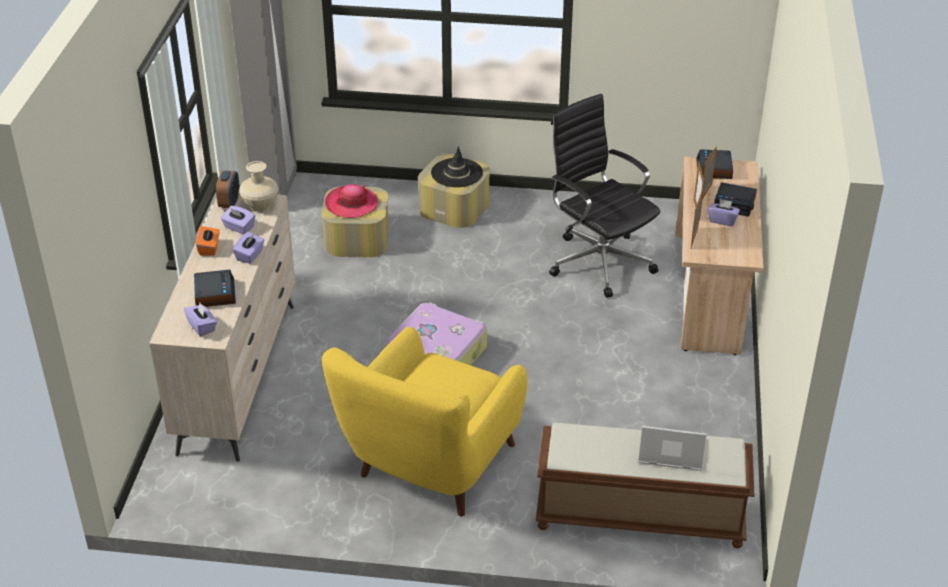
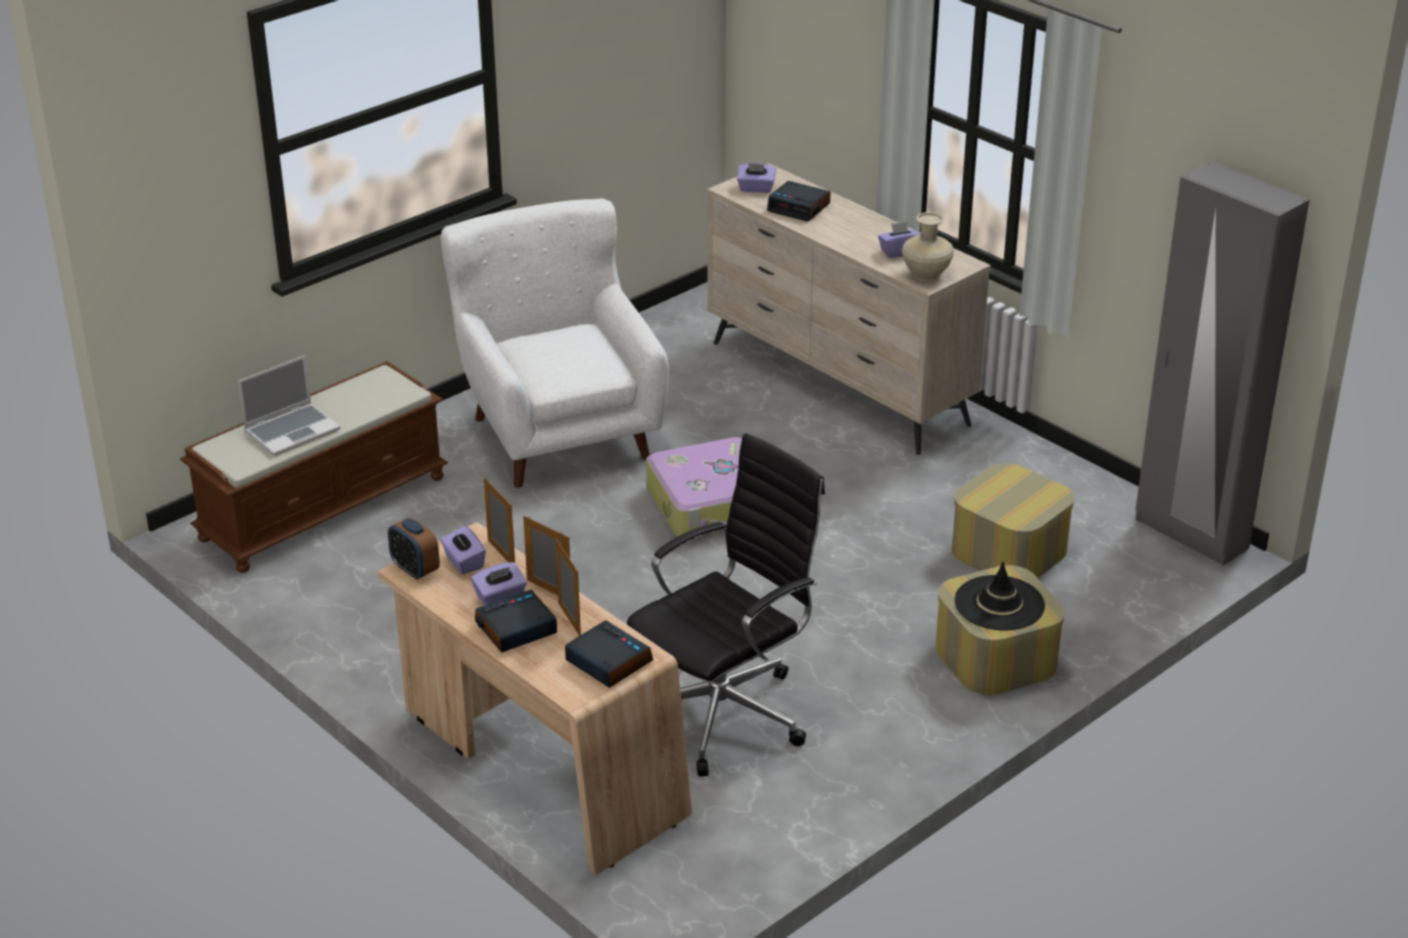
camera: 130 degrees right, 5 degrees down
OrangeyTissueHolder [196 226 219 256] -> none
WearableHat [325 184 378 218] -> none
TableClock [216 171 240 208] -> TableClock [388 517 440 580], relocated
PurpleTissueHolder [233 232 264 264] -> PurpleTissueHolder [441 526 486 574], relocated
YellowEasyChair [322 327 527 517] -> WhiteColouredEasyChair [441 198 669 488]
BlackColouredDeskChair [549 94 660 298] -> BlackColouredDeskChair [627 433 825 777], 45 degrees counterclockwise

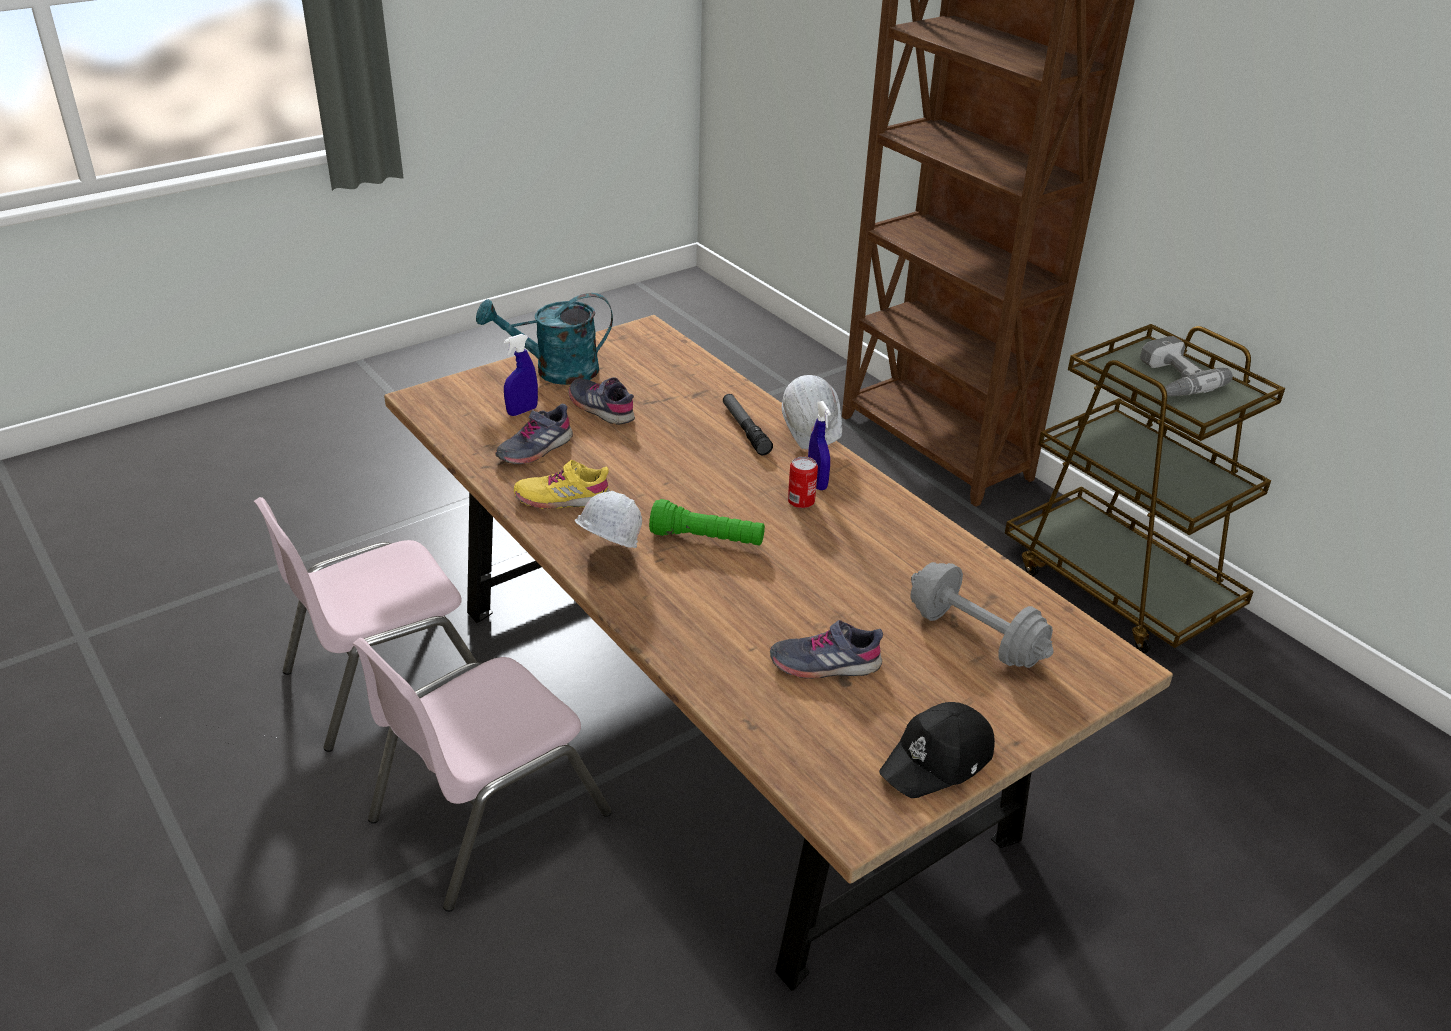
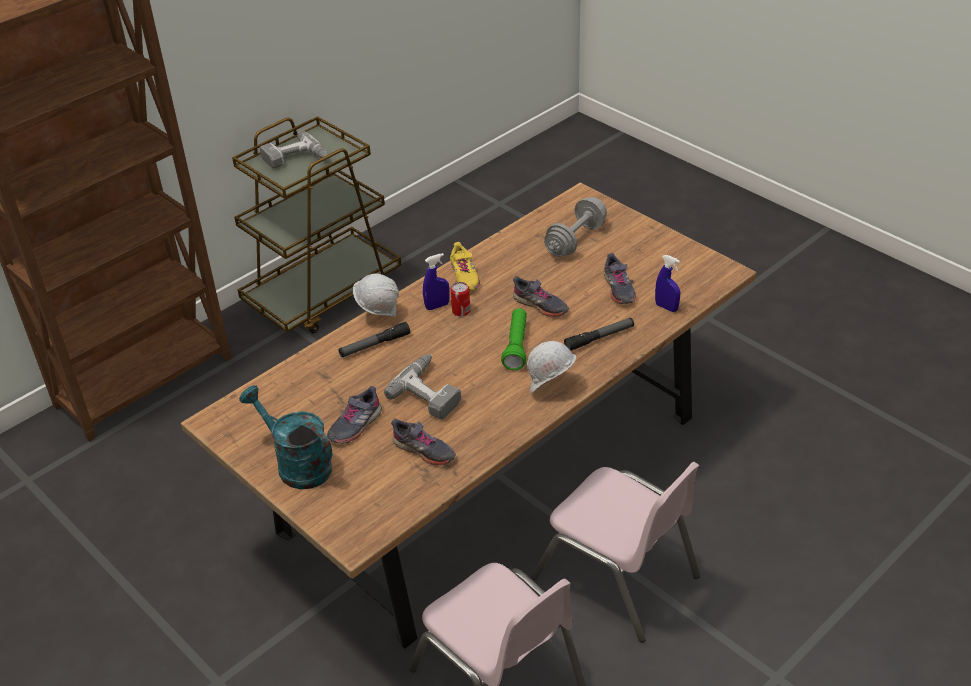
camera: 95 degrees left, 5 degrees up
BlackColouredCap [879 702 995 798] -> none
none -> ElectricDrill [384 354 461 420]
none -> GreyShoe [513 276 569 317]
none -> Flashlight [564 318 634 351]
BluishHandSprayer [504 334 538 416] -> BluishHandSprayer [655 255 680 312], relocated
YellowShoe [514 460 610 509] -> YellowShoe [450 242 480 291], relocated
BlueGreenWateringPot [476 293 613 385] -> BlueGreenWateringPot [239 385 332 489], 150 degrees clockwise

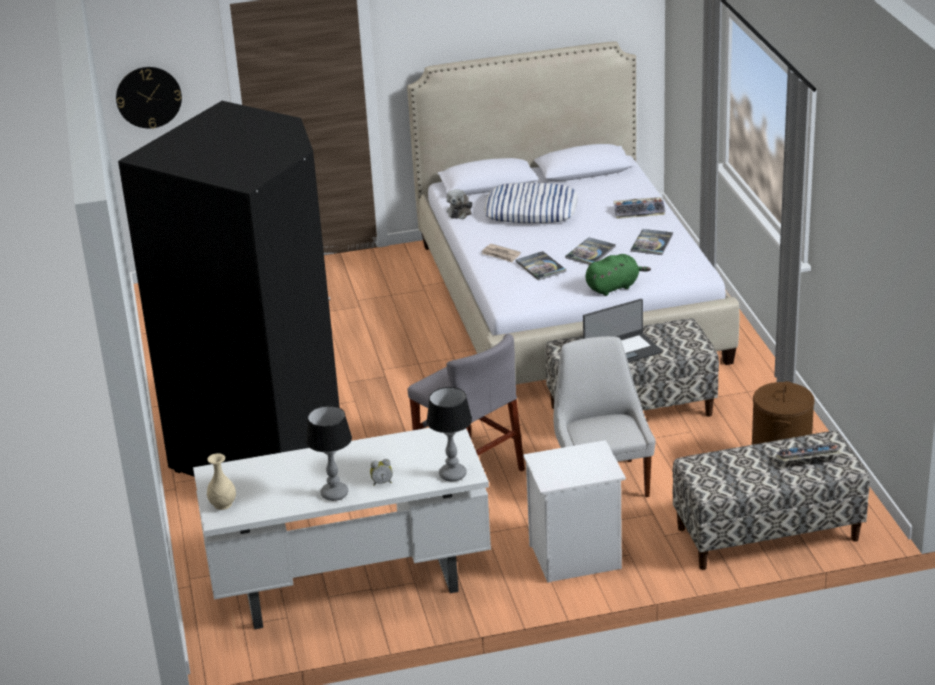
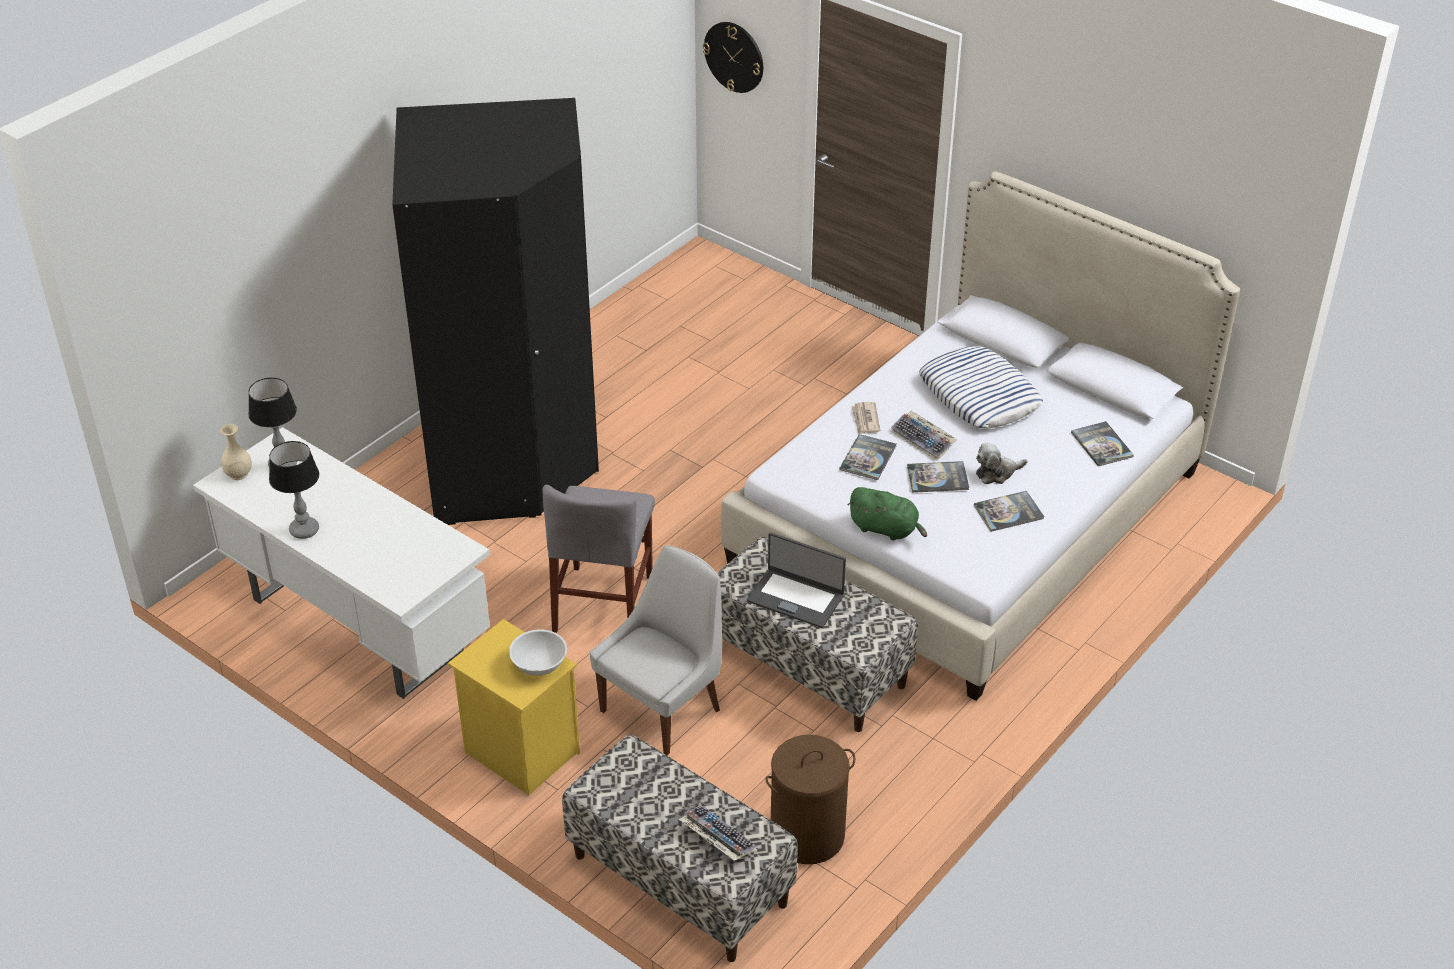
camera: 50 degrees right, 10 degrees up
TableClock [370 459 393 486] -> none
none -> WhiteColouredServingBowl [509 629 567 676]
none -> Volume [1071 421 1134 466]
TabletopLamp [426 387 472 482] -> TabletopLamp [248 378 297 467], relocated
SoftToy [446 189 472 219] -> SoftToy [976 443 1028 484], relocated
Keyboard [614 197 666 219] -> Keyboard [891 411 957 461], relocated
WhiteColouredBedsideTable [523 440 626 583] -> YellowBedsideTable [448 619 580 795]

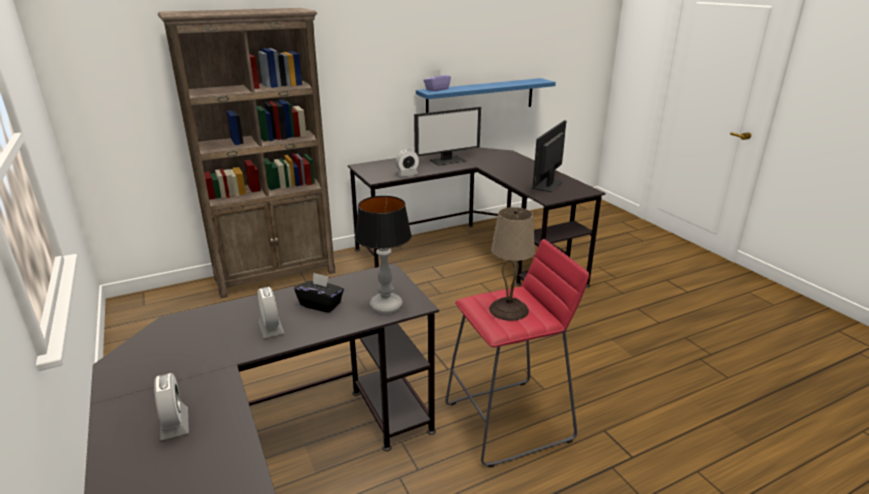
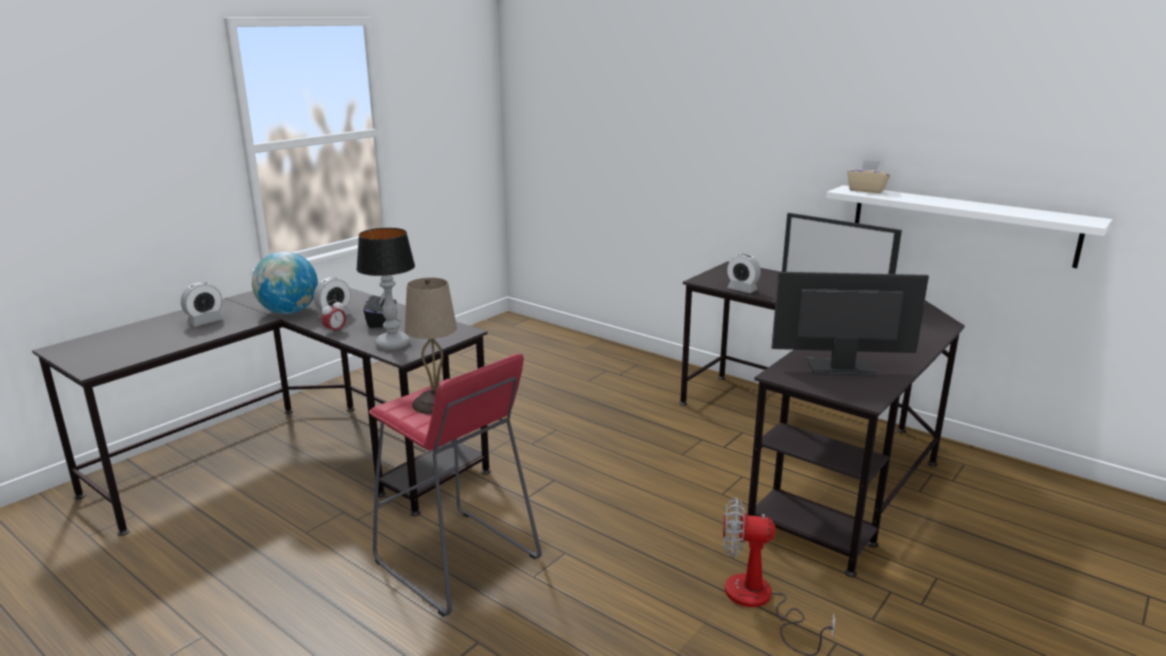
camera: 65 degrees right, 5 degrees down
BrownShelvingUnit [158 8 335 298] -> none
none -> Globe [252 252 318 314]
none -> TableClock [321 300 346 335]
none -> ElectricFan [723 498 835 656]
BluishBracketShelf [416 78 556 113] -> WhiteColouredBracketShelf [826 185 1113 268]
PurpleTissueHolder [423 69 451 91] -> BeigeColouredTissueHolder [847 160 890 193]

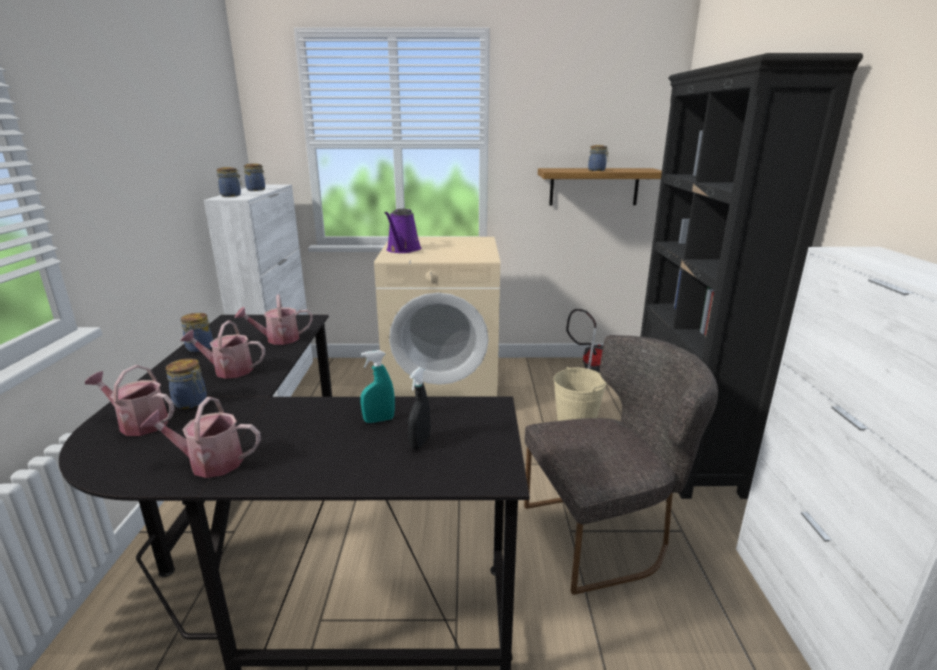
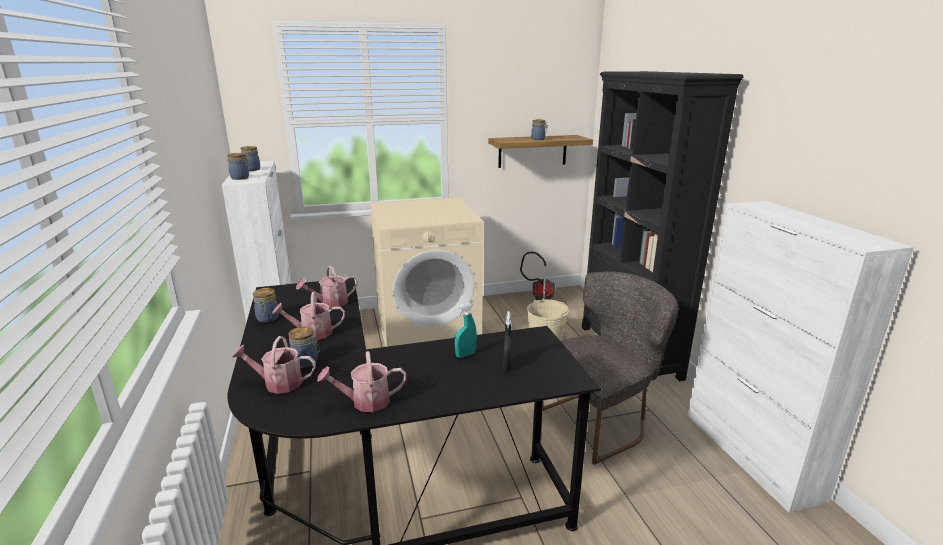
camera: 15 degrees left, 0 degrees up
PurpleWateringPot [384 209 421 253] -> none

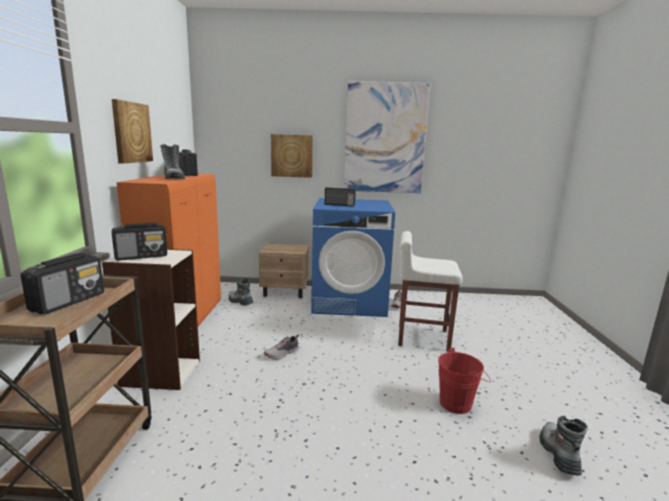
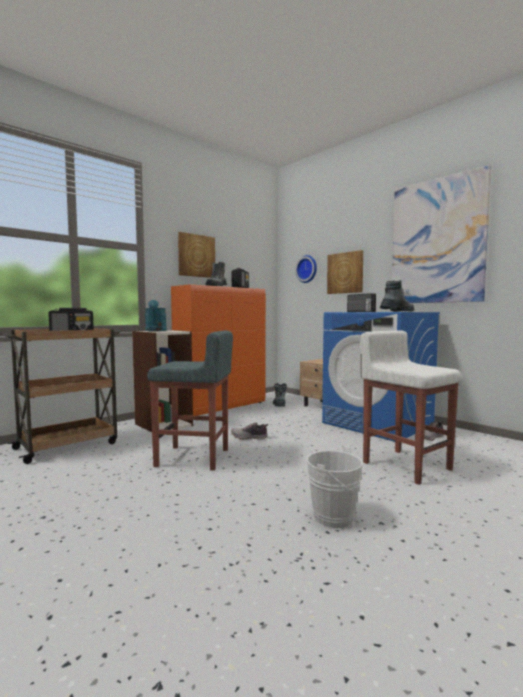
camera: 45 degrees right, 10 degrees down
none -> GreyStool [147 330 233 471]
none -> HangingClock [295 255 317 283]
HighTopBoot [539 416 588 476] -> HighTopBoot [380 280 415 312], relocated
RadioSet [112 223 167 261] -> BlueGreenWateringPot [145 300 167 331]
ReddishWaterBucket [438 348 491 414] -> WhiteColouredWaterBucket [306 446 373 529]

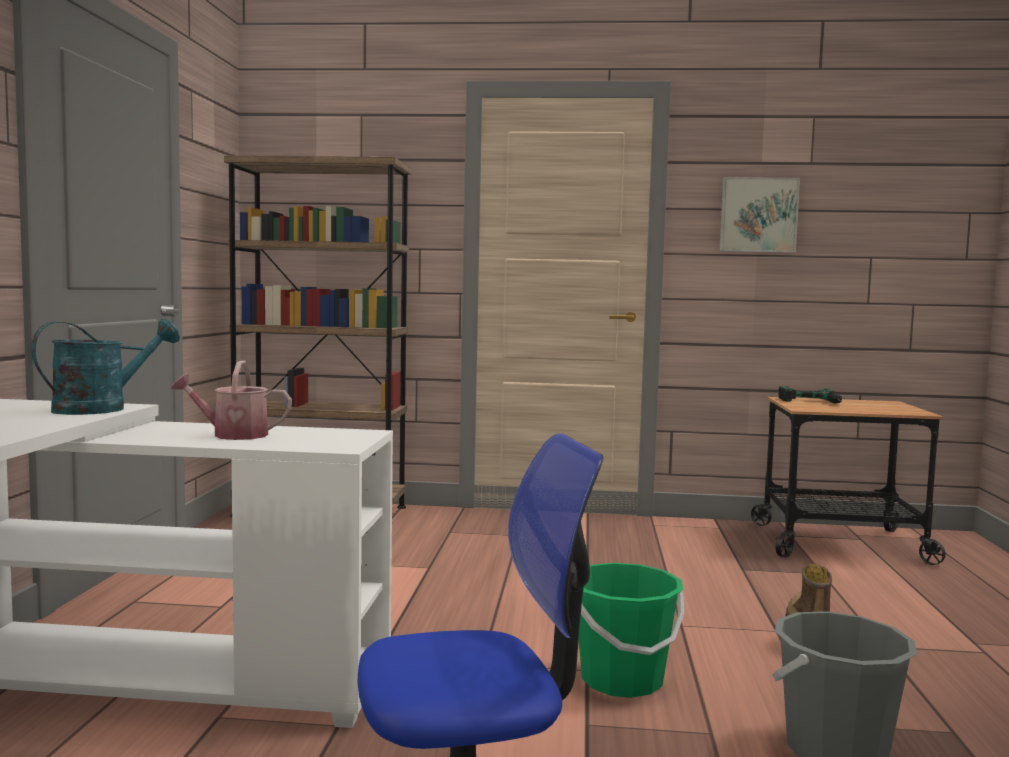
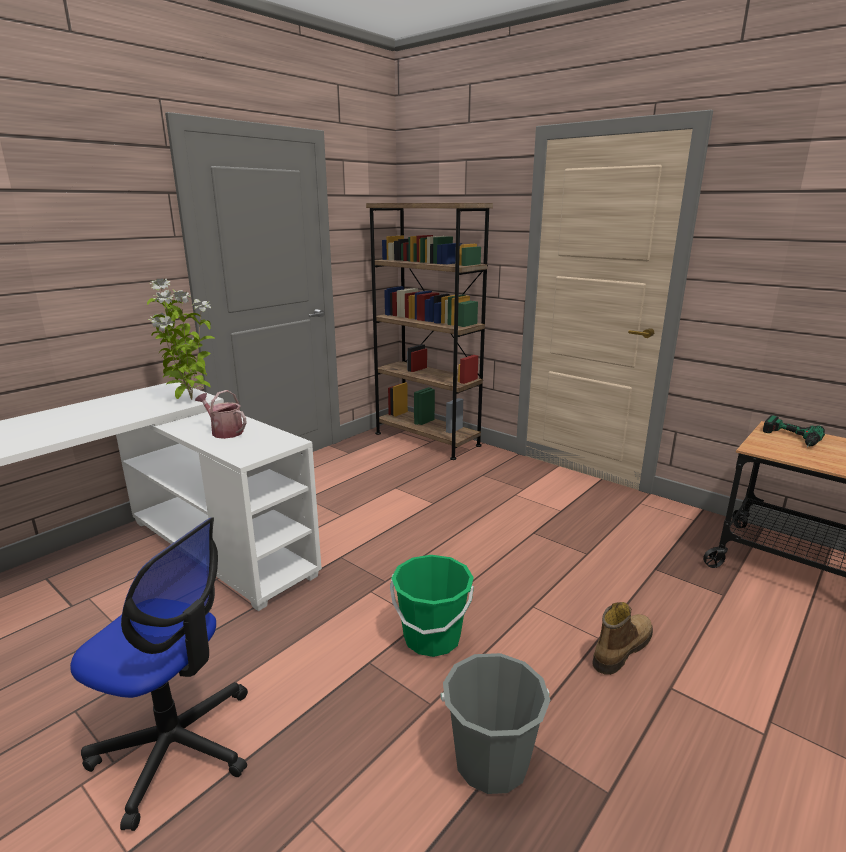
camera: 35 degrees right, 15 degrees up
Picture [720 177 800 253] -> none
BlueGreenWateringPot [31 319 180 415] -> PottedPlant [147 279 215 400]

